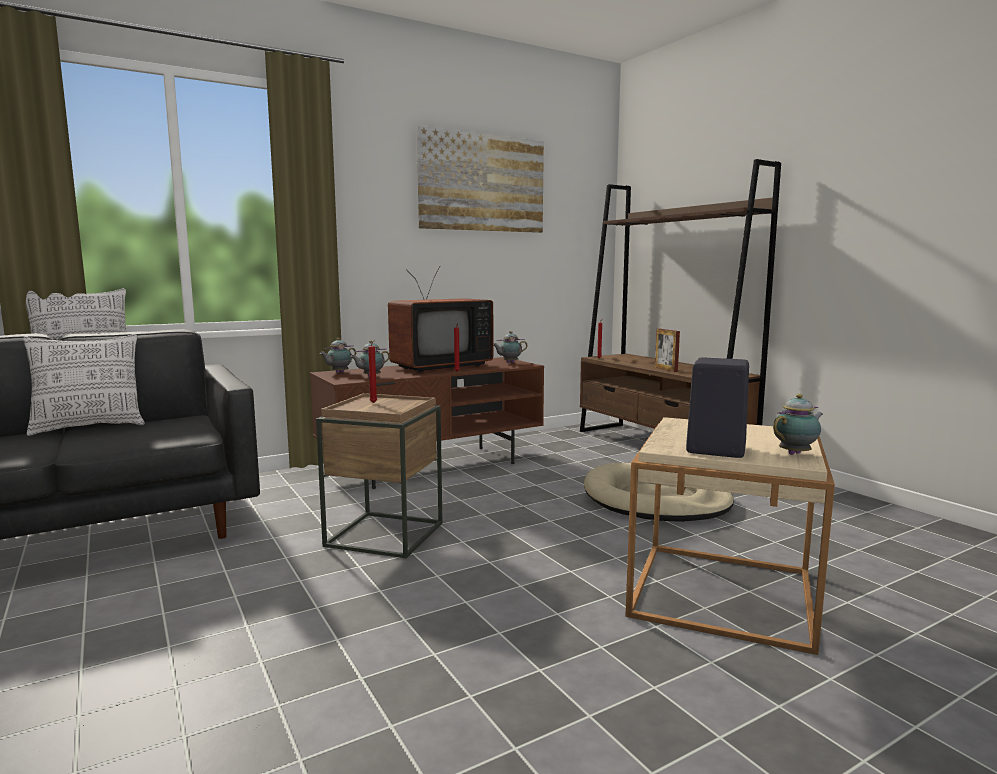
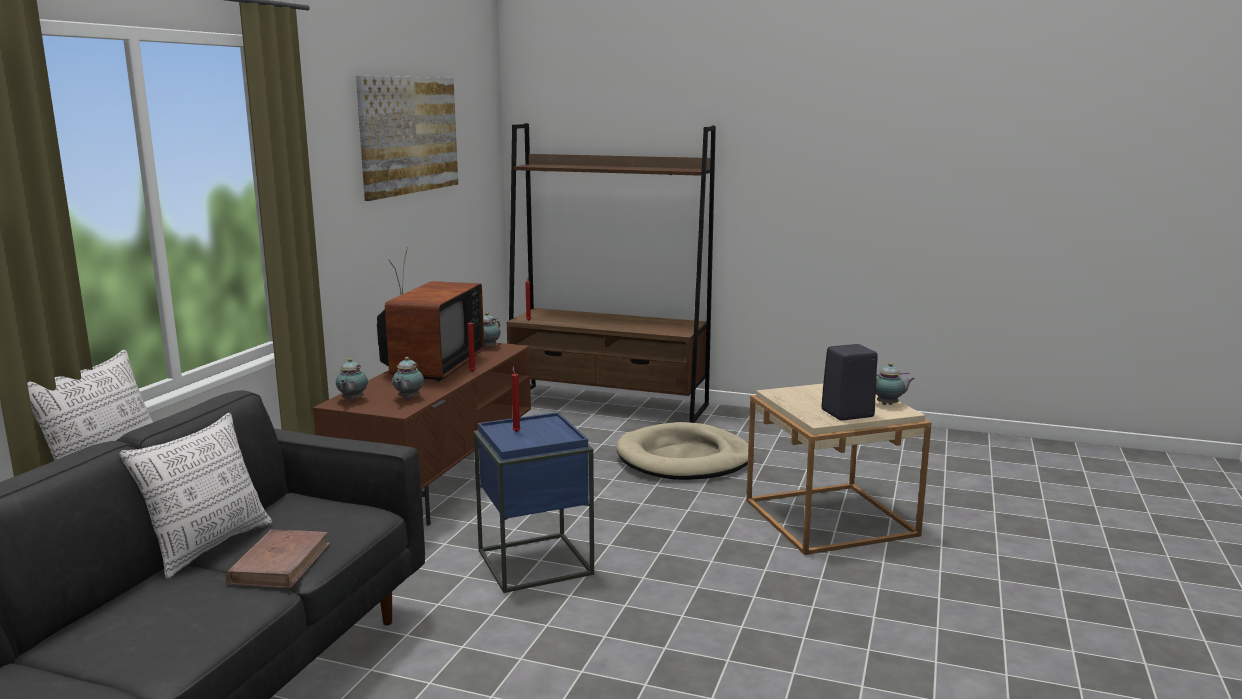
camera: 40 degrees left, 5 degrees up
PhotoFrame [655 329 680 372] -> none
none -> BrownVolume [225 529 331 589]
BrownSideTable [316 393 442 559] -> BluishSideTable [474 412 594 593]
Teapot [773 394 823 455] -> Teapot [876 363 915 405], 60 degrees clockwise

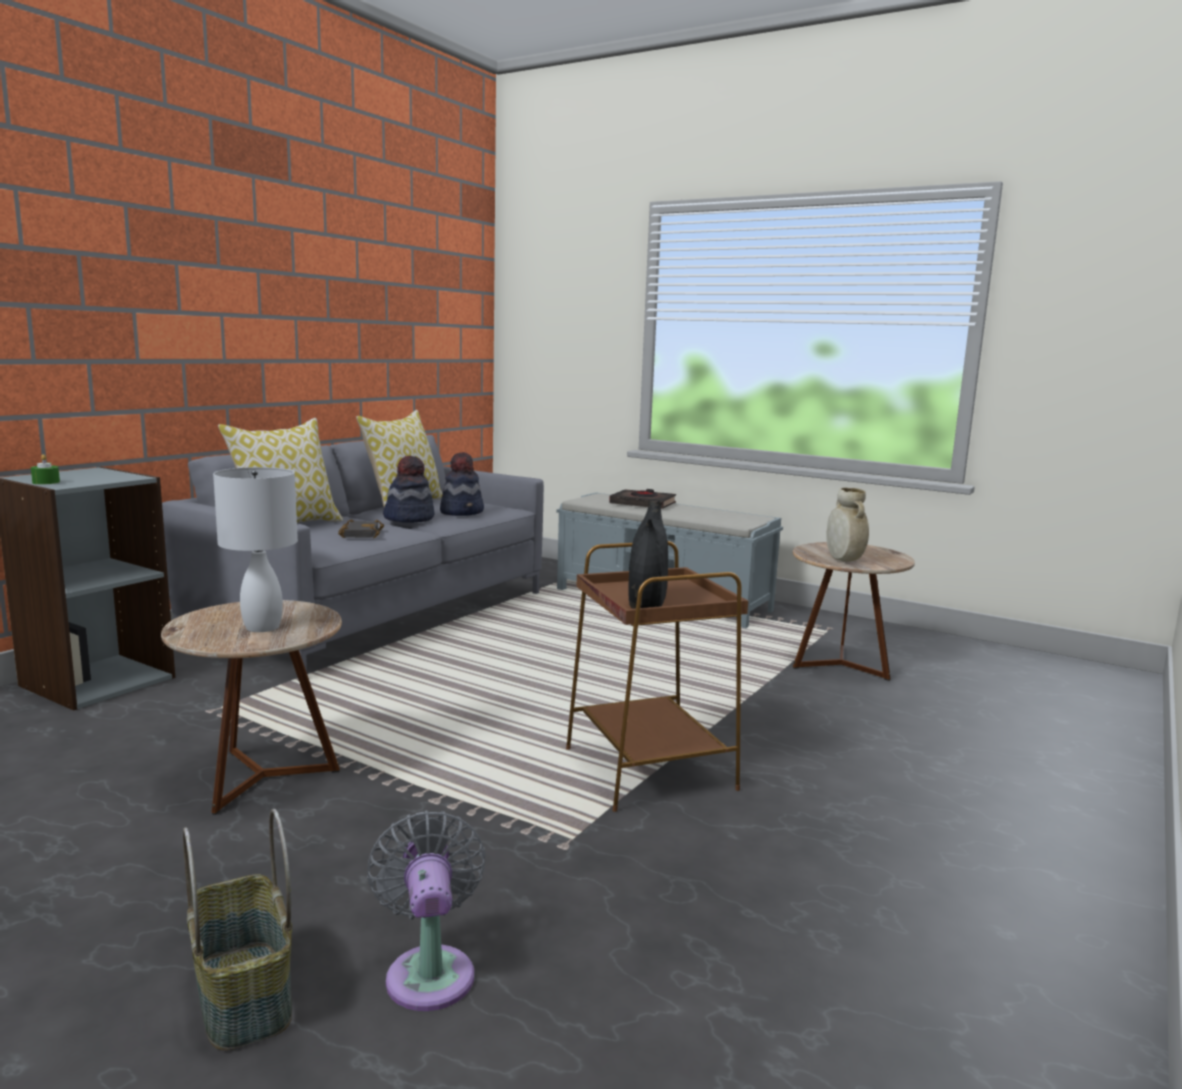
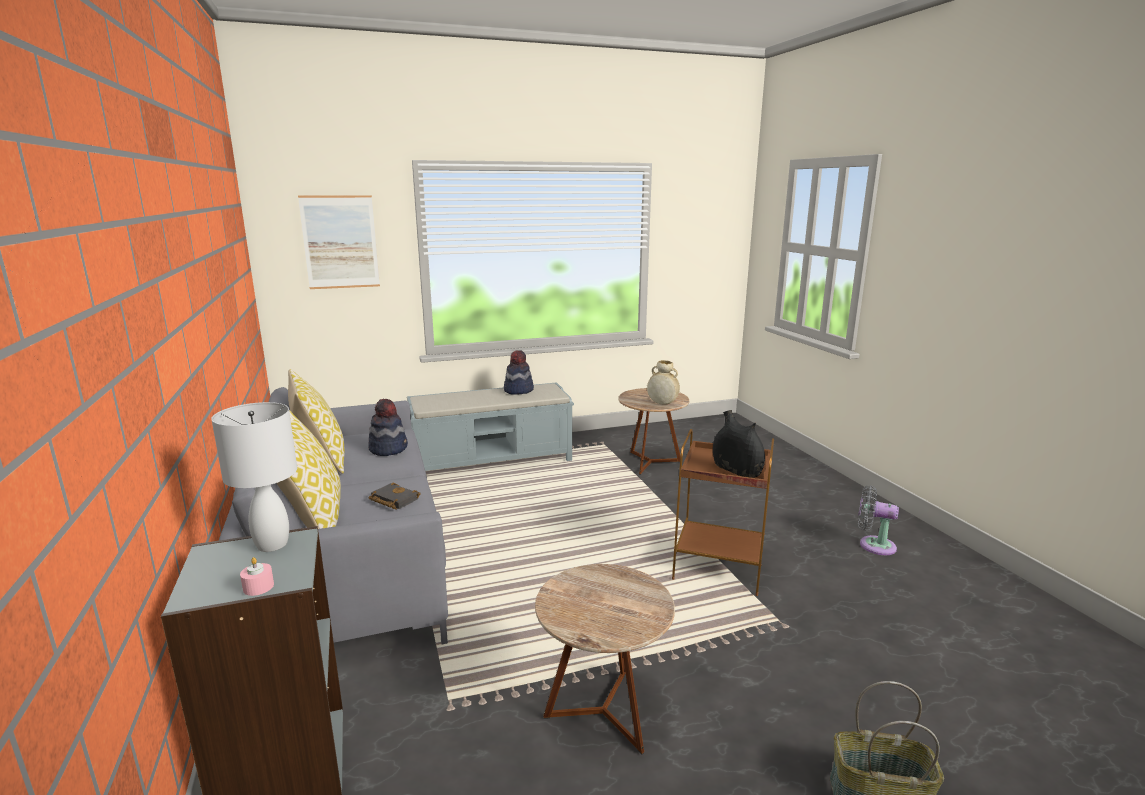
camera: 50 degrees left, 5 degrees up
BlackColouredVolume [609 489 676 509] -> none
none -> Picture [298 195 380 289]
WhiteColouredTabletopLamp [213 467 298 632] -> WhiteColouredTabletopLamp [211 402 297 552], relocated
GreyElectricFan [367 810 486 1011] -> GreyElectricFan [858 485 899 555], relocated
WearableHat [383 456 435 523] -> WearableHat [504 350 534 395], relocated
GreenWaxLight [31 454 60 484] -> PinkWaxLight [240 557 274 596]

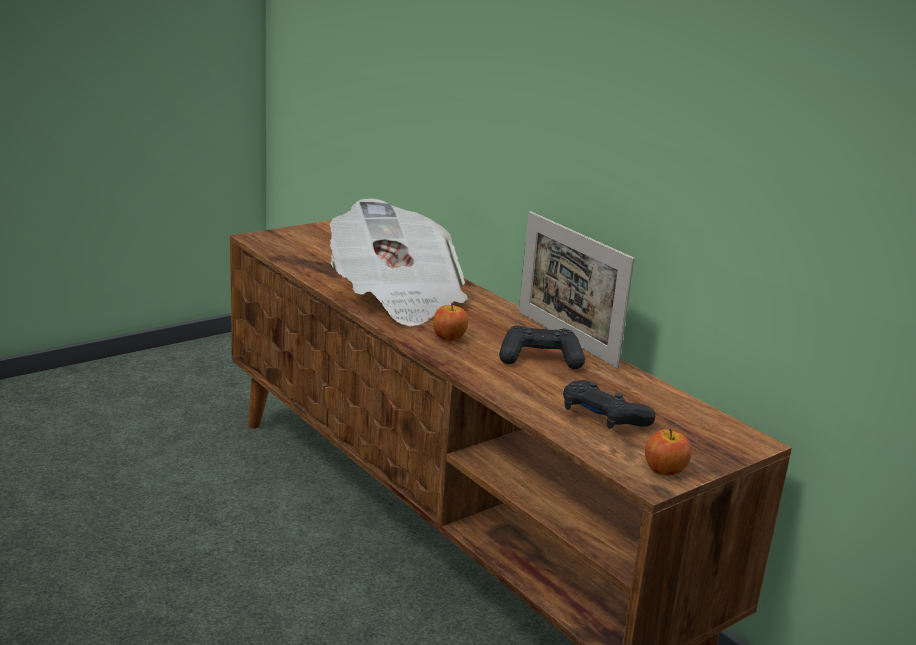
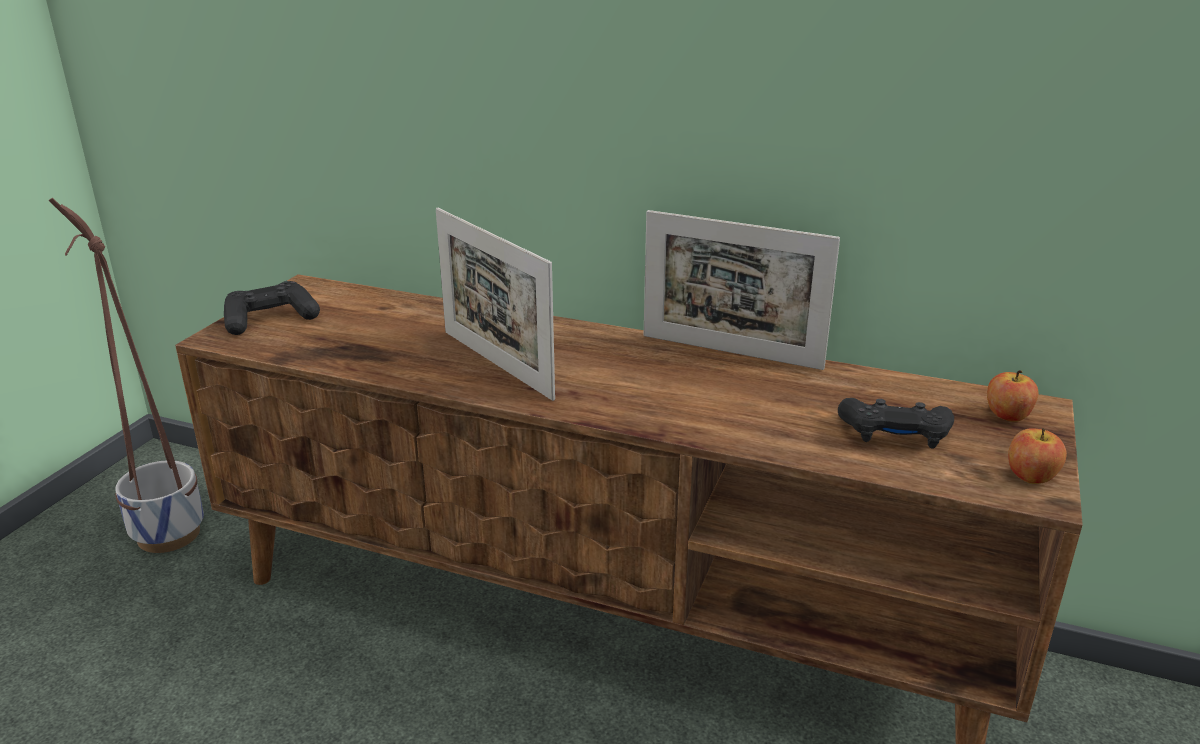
camera: 30 degrees left, 5 degrees up
none -> FlowerPot [49 198 204 553]
AppleFruit [433 302 468 341] -> AppleFruit [987 370 1038 422], relocated
BlackColouredGameController [499 325 585 369] -> BlackColouredGameController [224 281 320 335], relocated
DailyPaper [330 198 468 326] -> PhotoFrame [436 208 555 401]

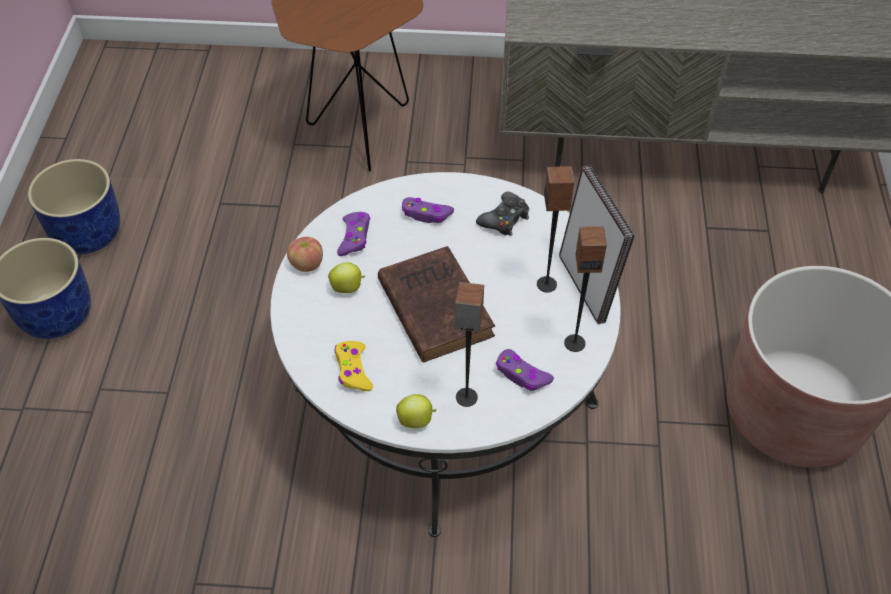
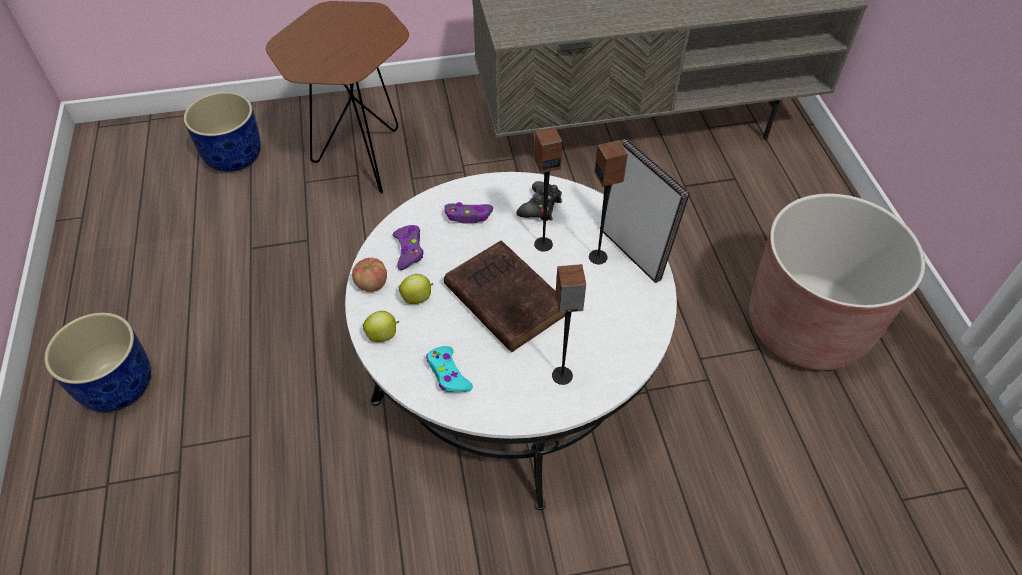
camera: 15 degrees left, 0 degrees up
PurpleGameController [496 349 554 391] -> none
BluishFlowerPot [28 159 120 254] -> BluishFlowerPot [184 92 261 172], relocated
AppleFruit [396 394 436 428] -> AppleFruit [363 311 399 342], relocated
Loudspeaker [564 226 607 352] -> Loudspeaker [534 127 563 252], relocated
YellowGameController [335 341 373 391] -> BlueGreenGameController [426 346 473 392]

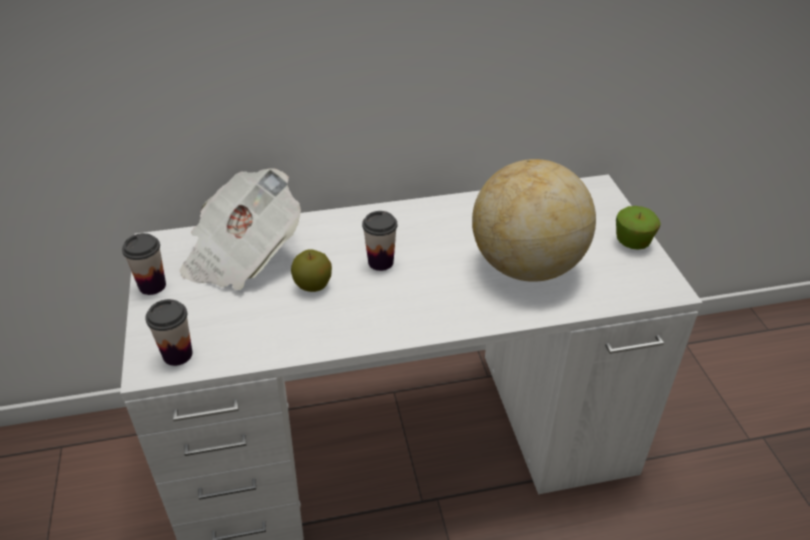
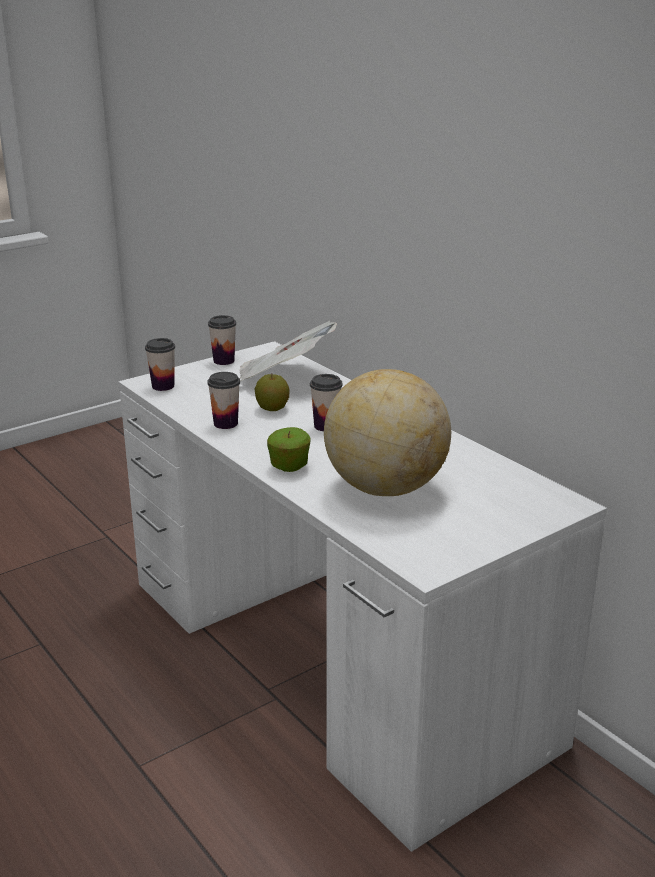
camera: 65 degrees right, 15 degrees down
none -> Cup [207 372 240 429]
AppleFruit [616 206 661 250] -> AppleFruit [267 427 311 472], relocated

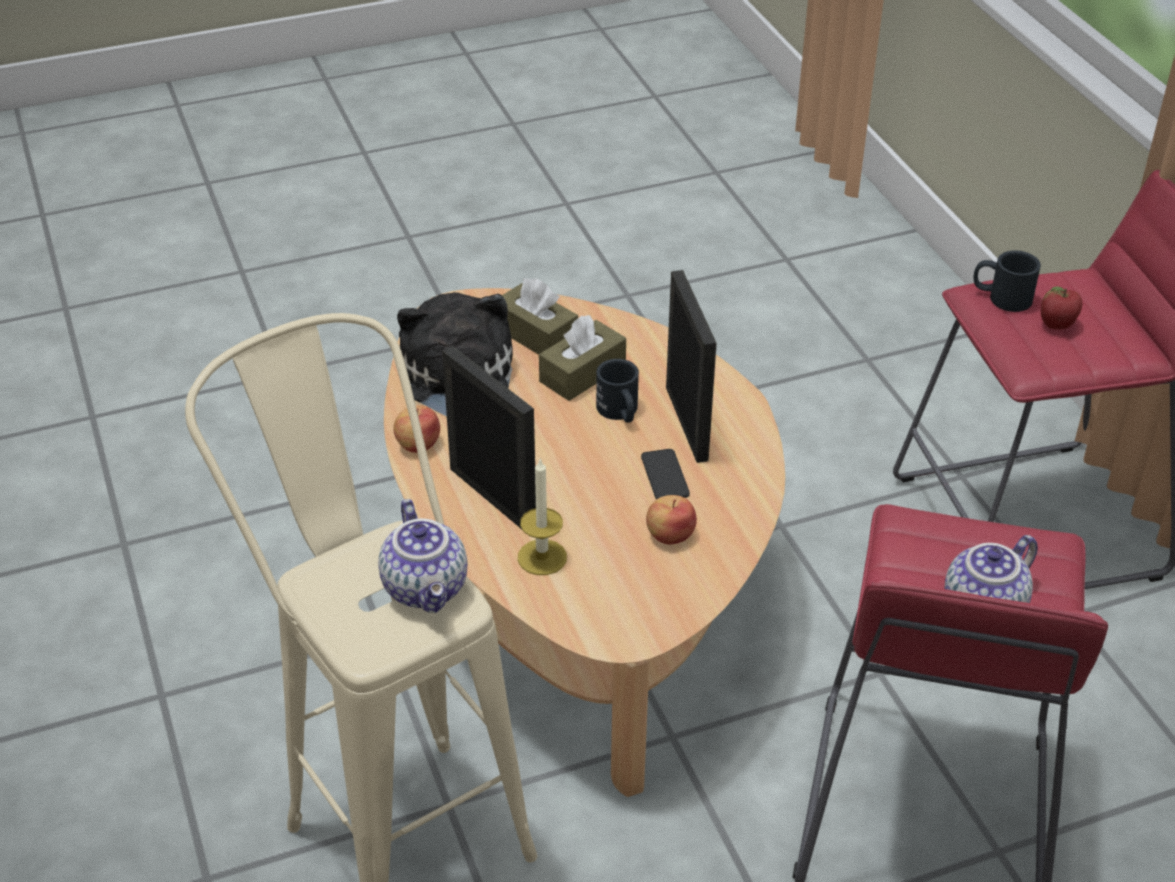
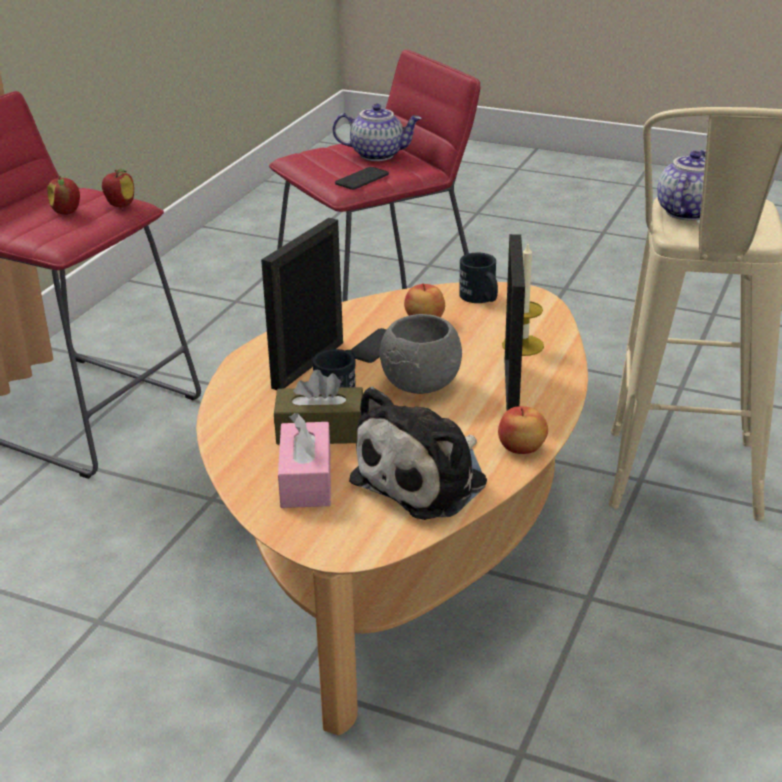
camera: 135 degrees left, 10 degrees down
none -> AppleFruit [102 169 134 207]
none -> Telephone [335 167 389 190]
none -> GreyServingBowl [379 314 462 394]
BlackColouredTeaMug [974 250 1041 312] -> BlackColouredTeaMug [459 253 498 303], relocated
BrownTissueHolder [502 278 578 355] -> PinkTissueHolder [278 413 331 508]

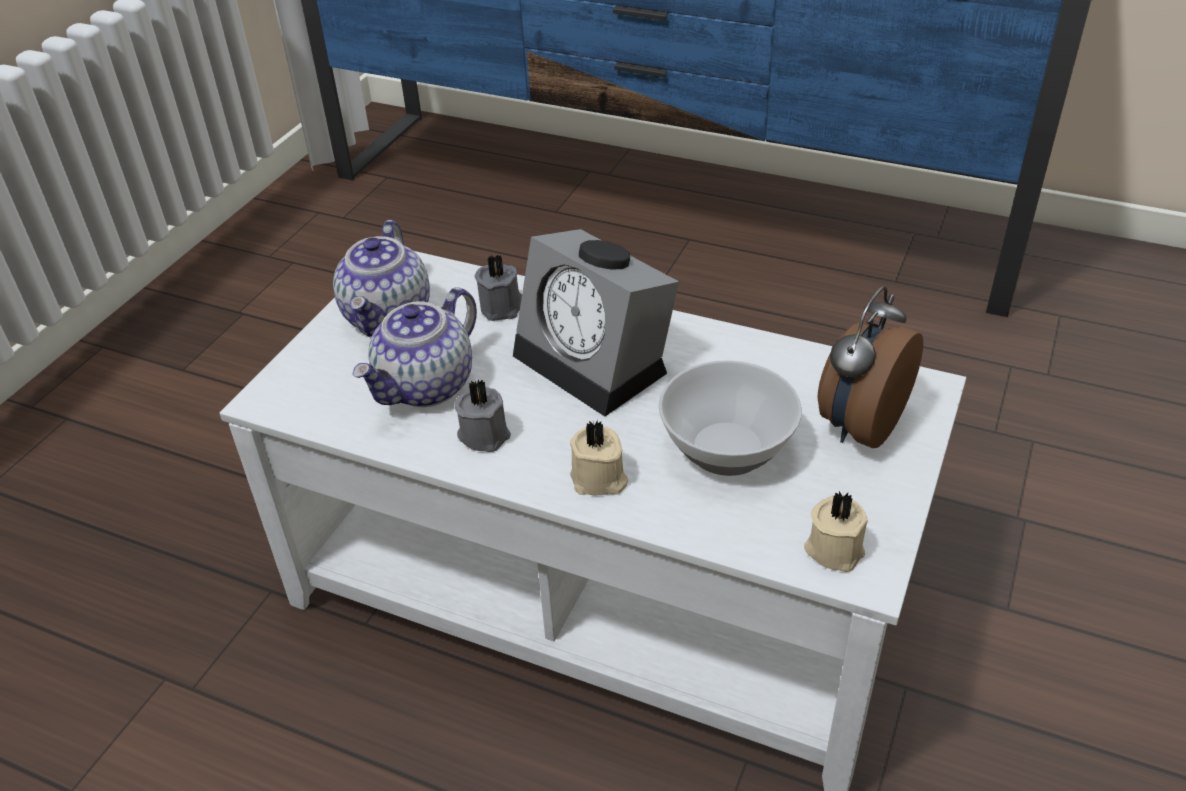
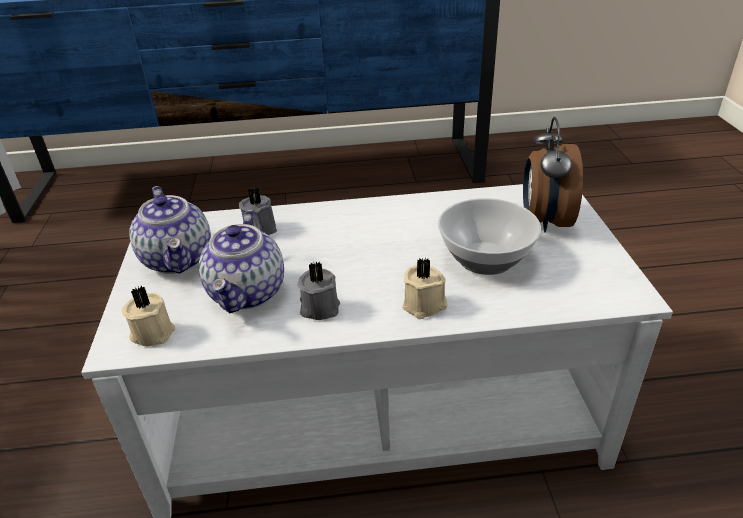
camera: 30 degrees left, 5 degrees down
TableClock [513 229 679 416] -> none
BeigeColouredWaxLight [804 491 868 572] -> BeigeColouredWaxLight [121 286 175 346], relocated

